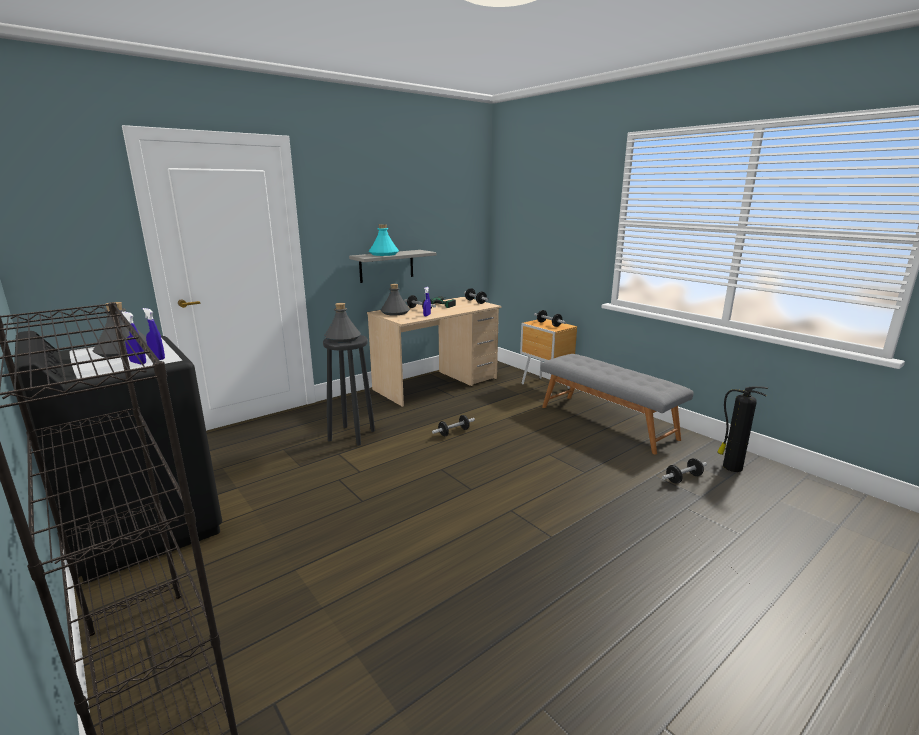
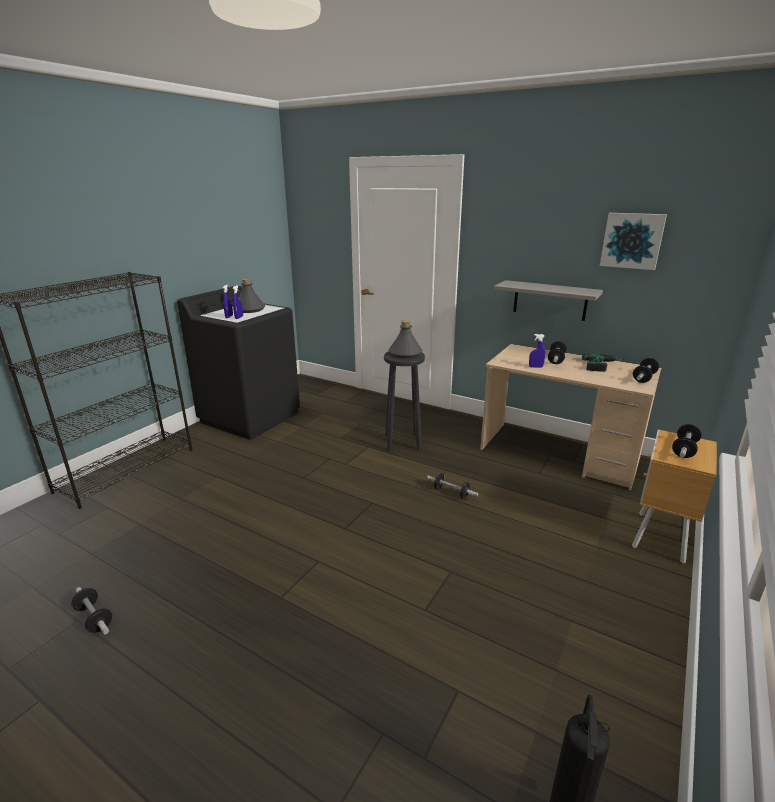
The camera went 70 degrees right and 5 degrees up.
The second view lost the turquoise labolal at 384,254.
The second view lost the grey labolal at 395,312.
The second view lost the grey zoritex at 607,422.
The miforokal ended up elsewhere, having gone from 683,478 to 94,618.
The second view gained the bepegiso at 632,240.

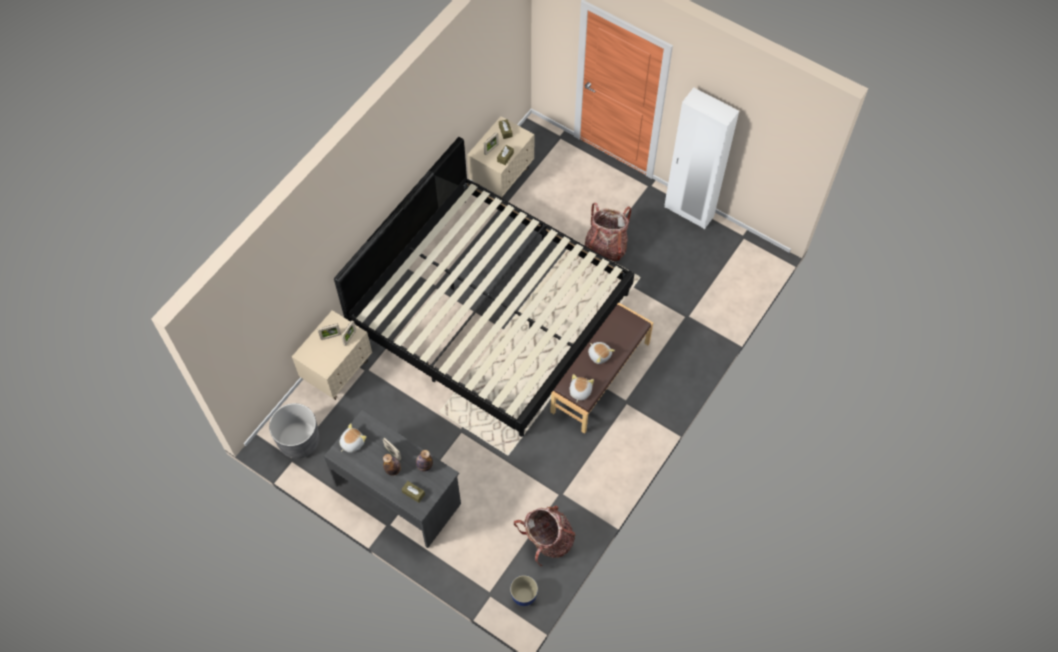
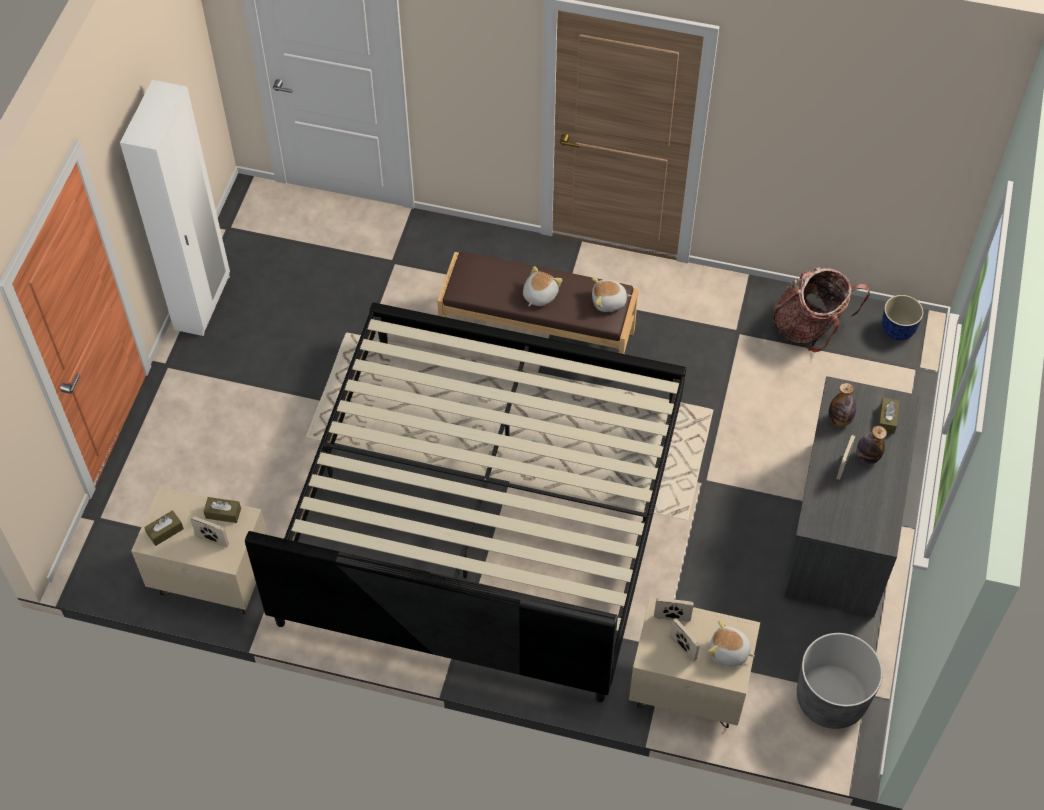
The camera went 110 degrees left and 5 degrees down.
The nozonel ended up elsewhere, having gone from 352,442 to 729,652.
The second view lost the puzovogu at 606,246.

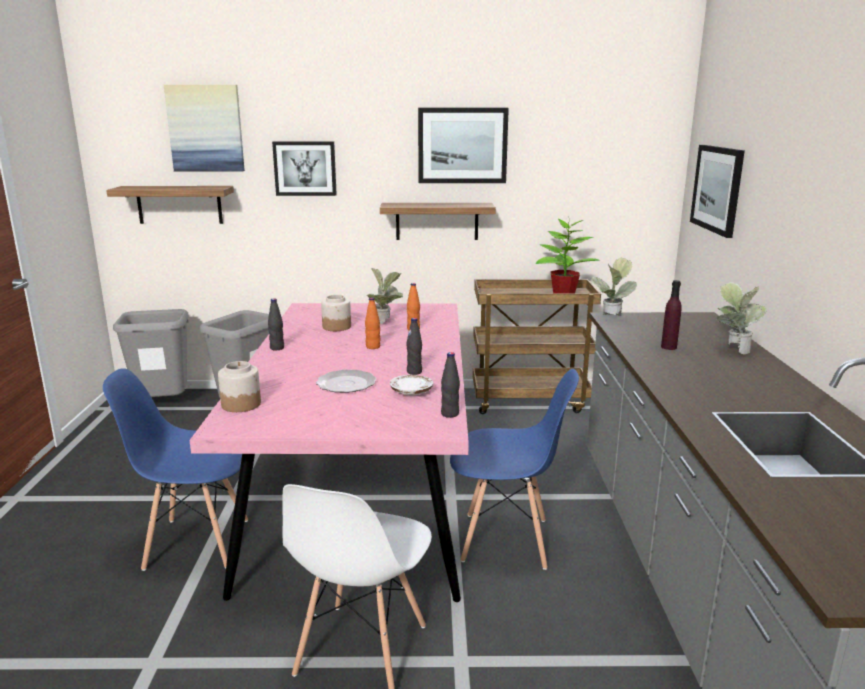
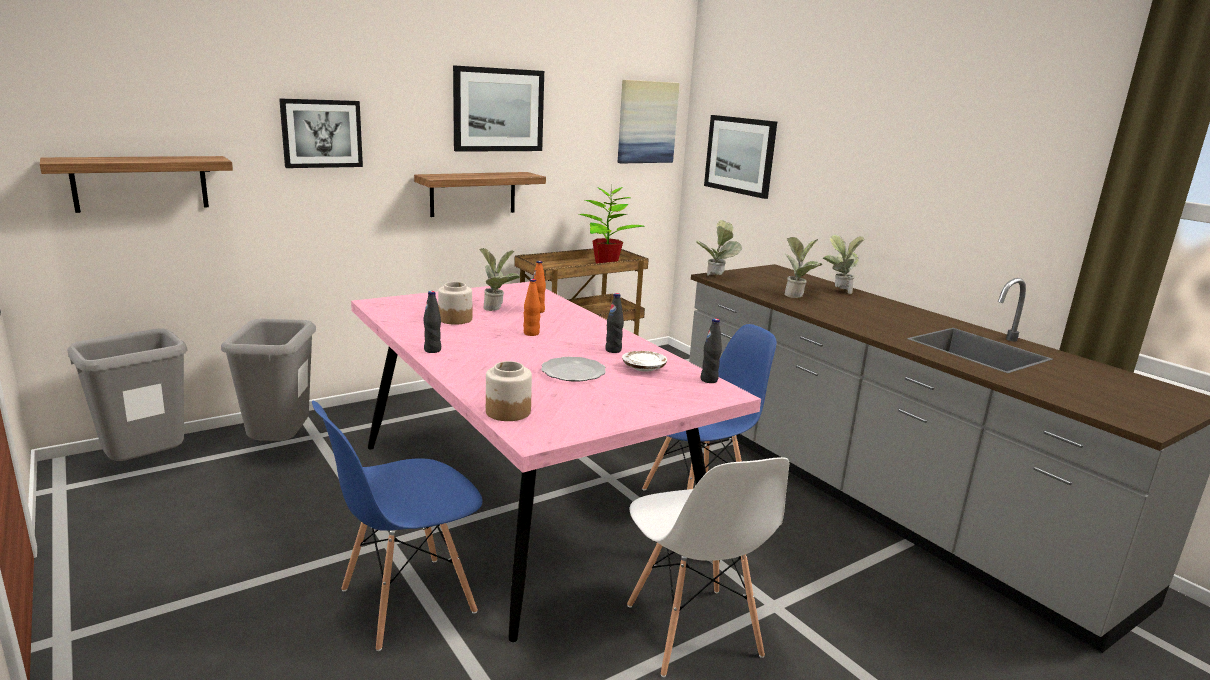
The camera went 35 degrees left and 0 degrees up.
The bepegiso ended up elsewhere, having gone from 205,128 to 646,122.
Where the purple labolal stood at 668,347, the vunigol came to stand at 797,295.

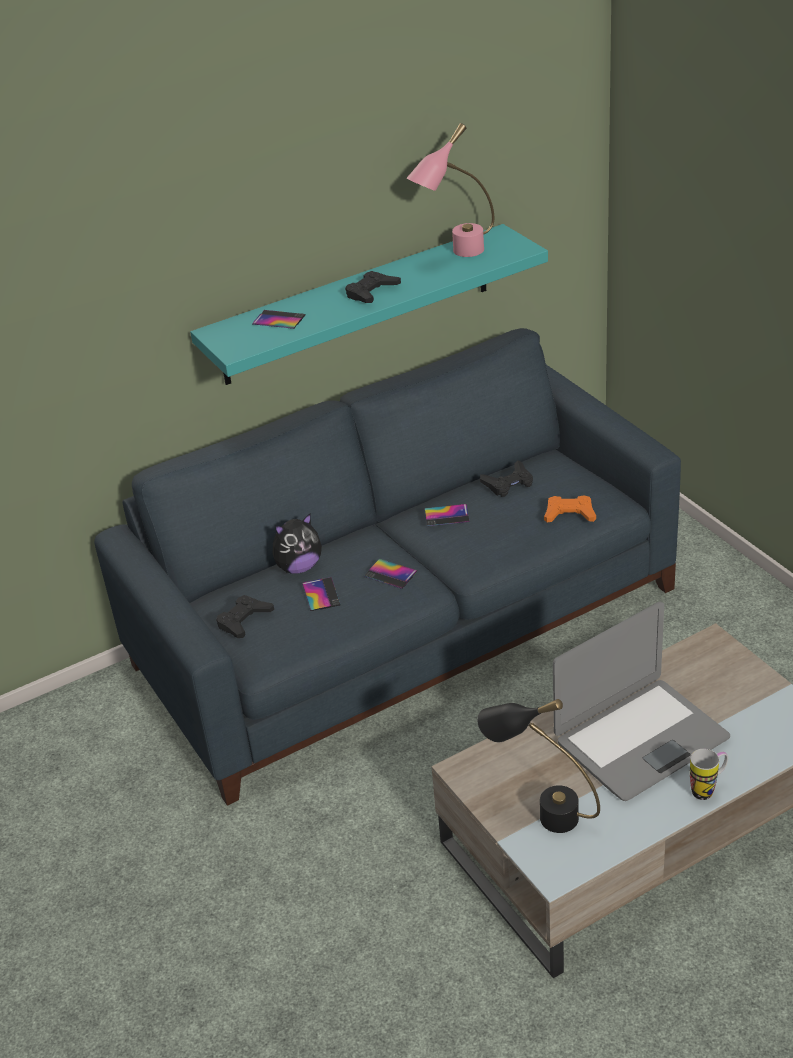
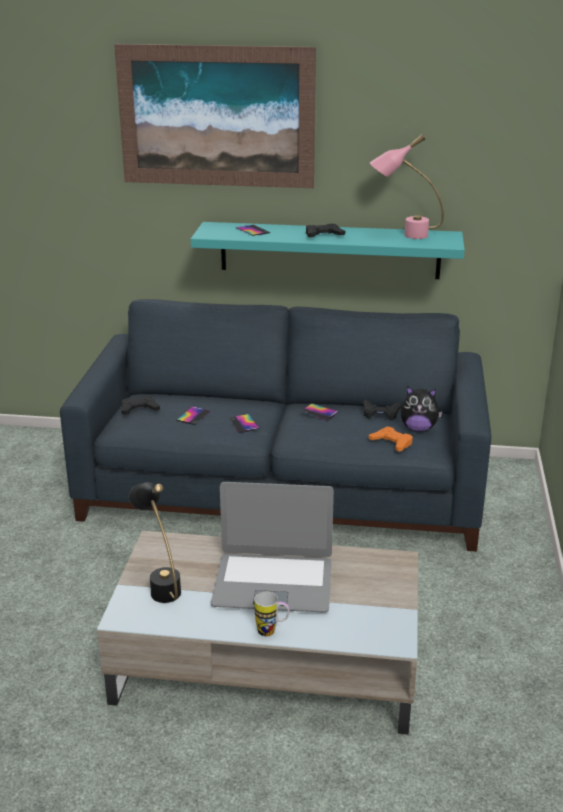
The camera went 35 degrees right and 10 degrees down.
The nozonel ended up elsewhere, having gone from 298,567 to 418,428.
The second view gained the bepegiso at 216,117.

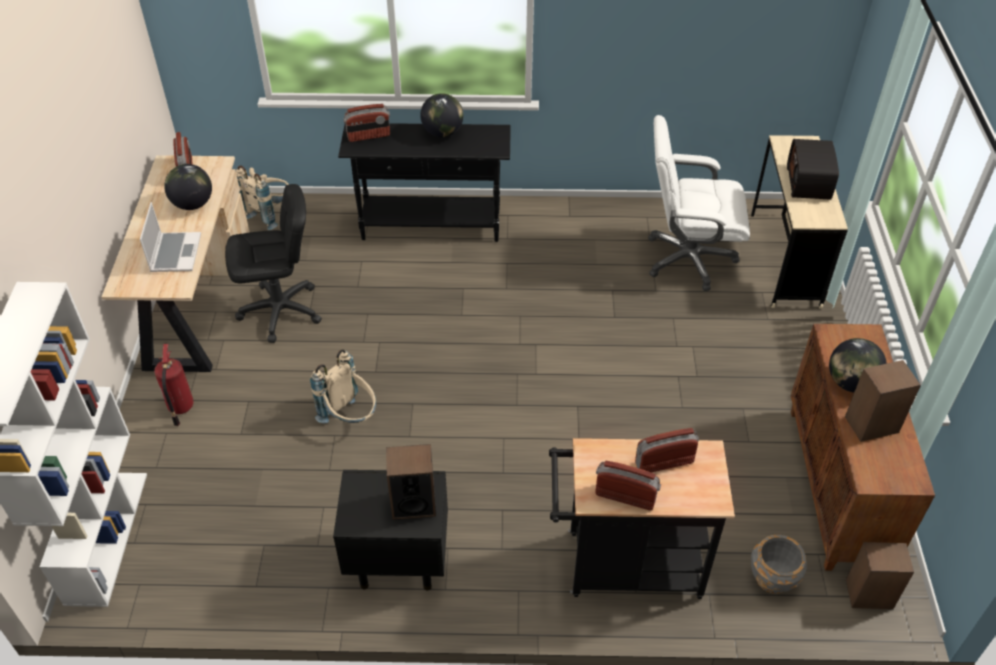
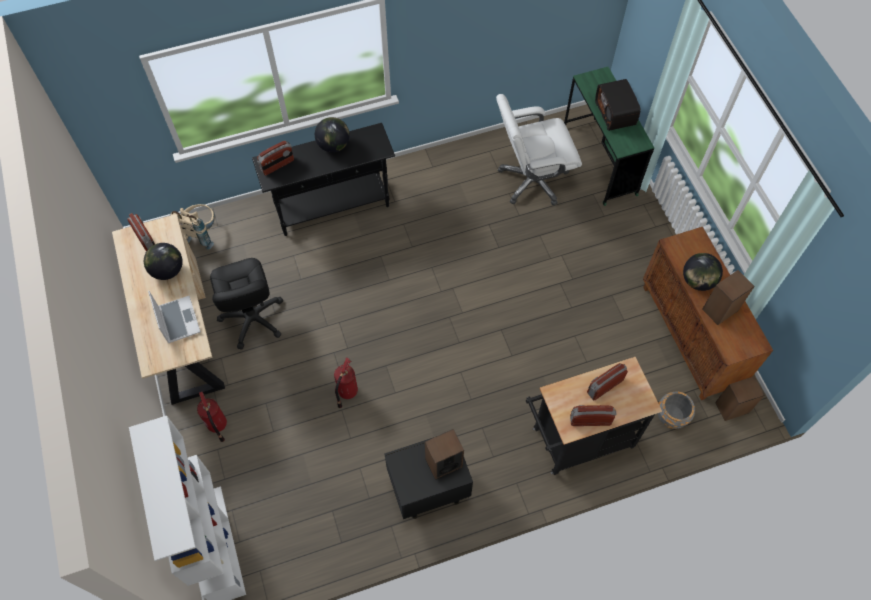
The camera went 20 degrees left and 15 degrees up.
The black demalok at 281,311 ended up facing another way, 105 degrees clockwise from before.
Where the beige puzovogu stood at 350,418, the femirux came to stand at 347,392.
What was the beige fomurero at 785,260 turned into the green fomurero at 599,160.

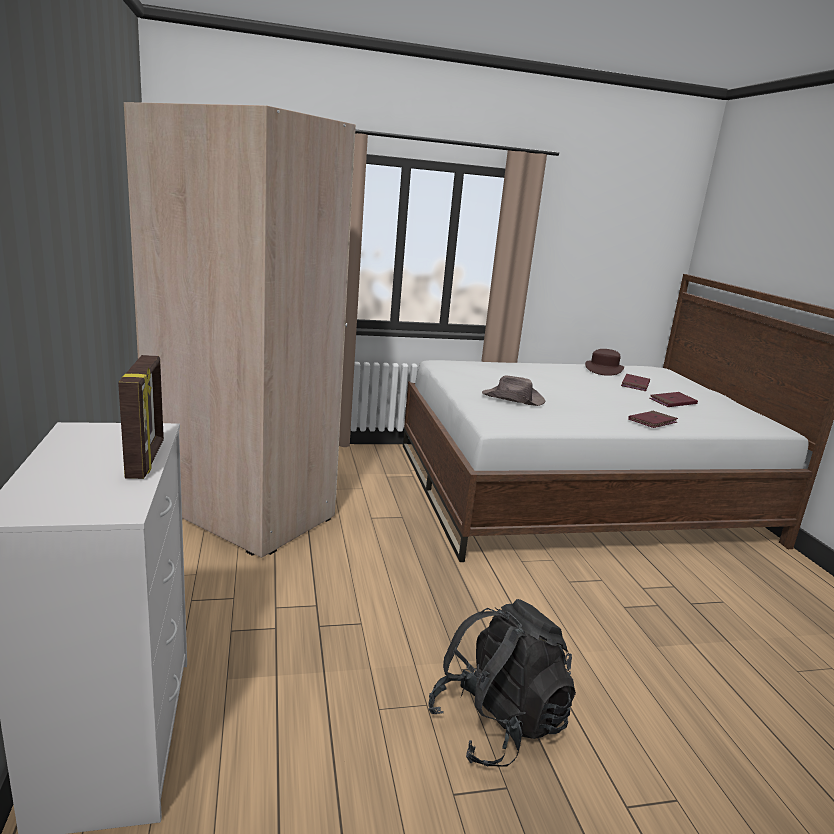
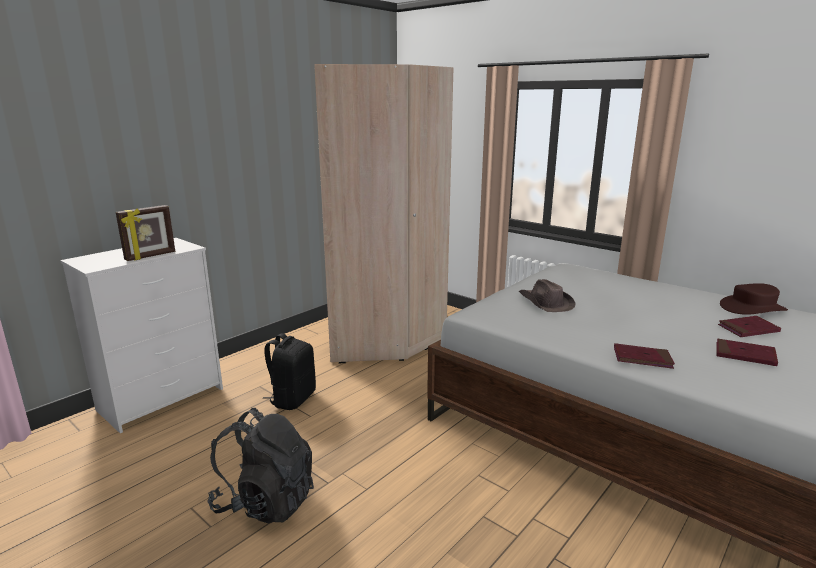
The camera went 55 degrees right and 0 degrees up.
The second view gained the black puzovogu at 292,399.

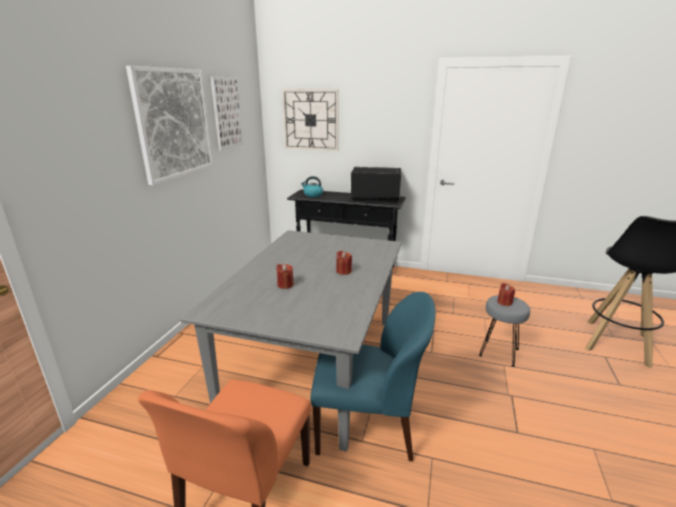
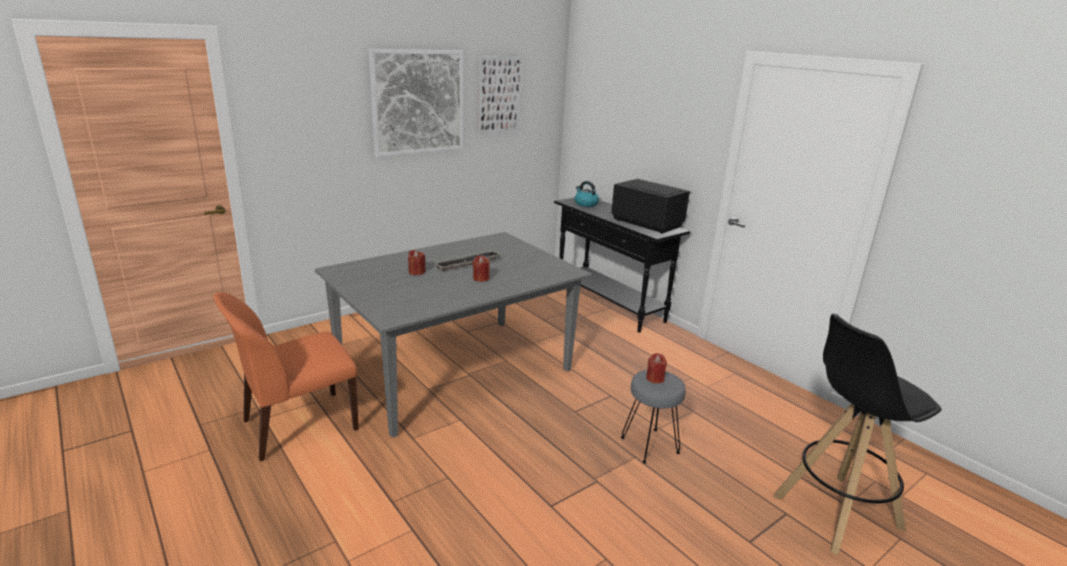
The camera went 35 degrees right and 0 degrees up.
The second view lost the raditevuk at 311,120.
The second view lost the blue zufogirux at 367,427.
The second view gained the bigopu at 468,264.

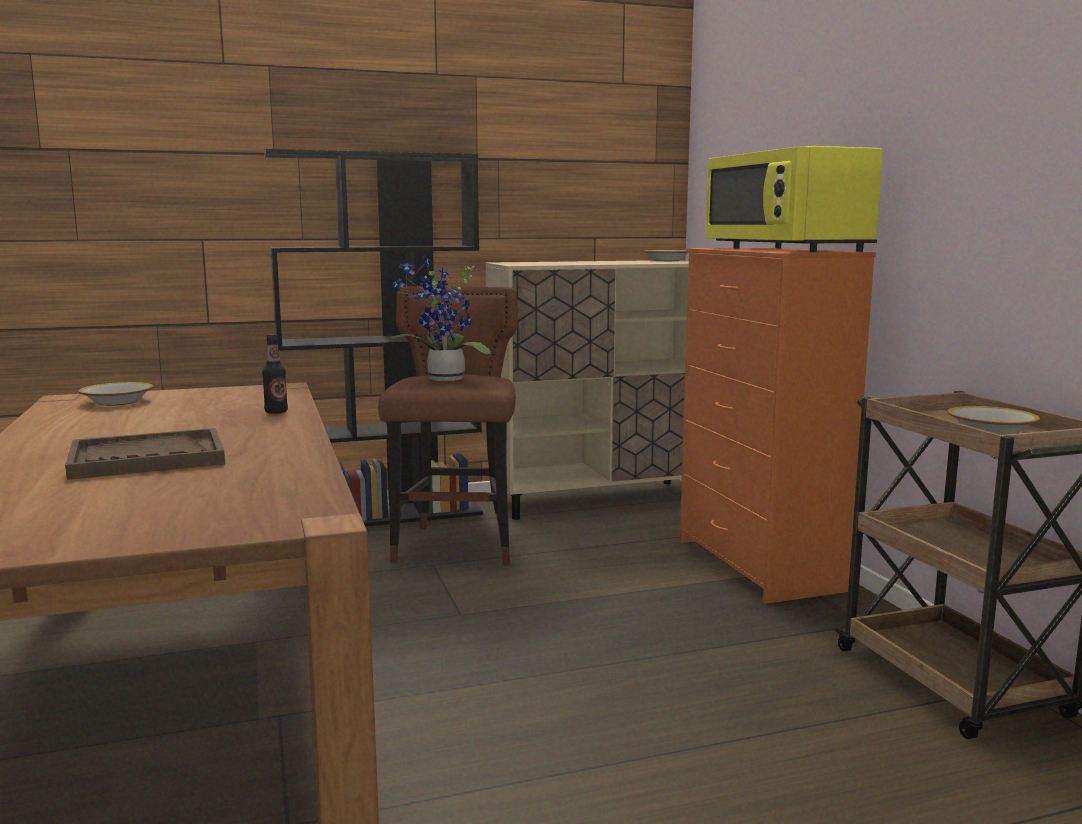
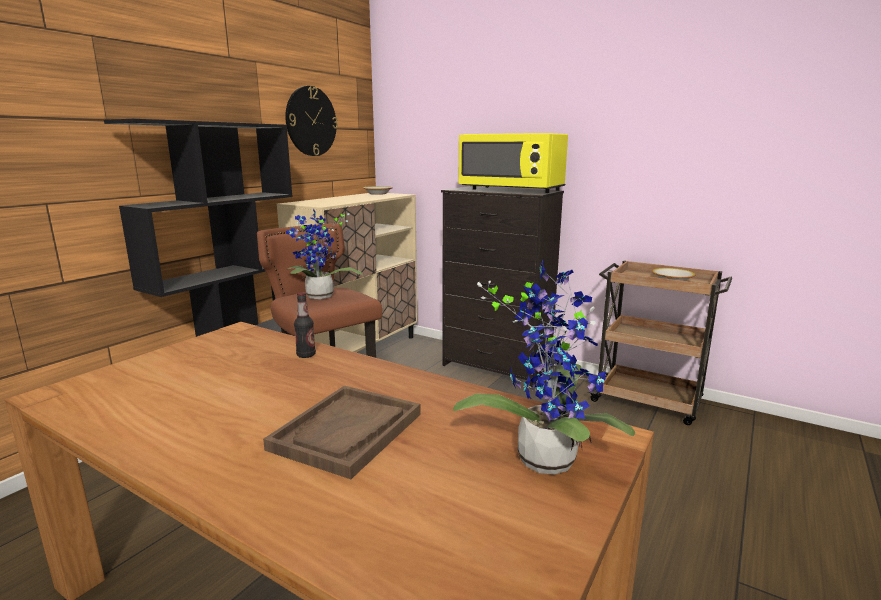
The camera went 40 degrees left and 5 degrees up.
The second view lost the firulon at 117,402.
What was the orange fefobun at 757,565 turned into the black fefobun at 496,368.
The second view gained the raditevuk at 311,121.
The second view gained the vunigol at 545,455.

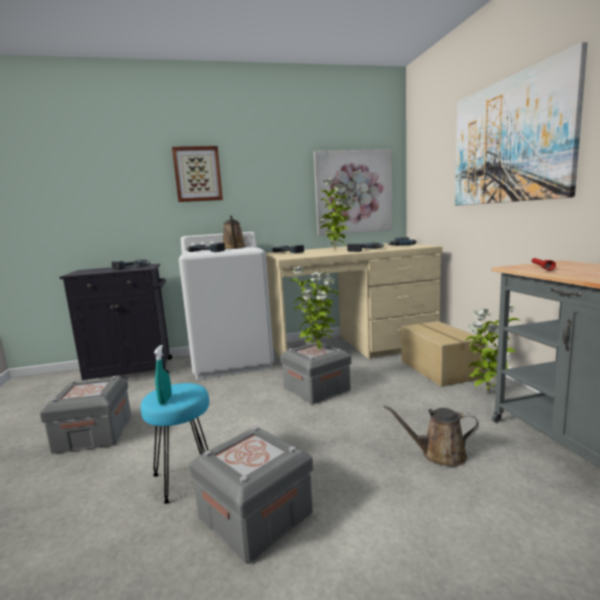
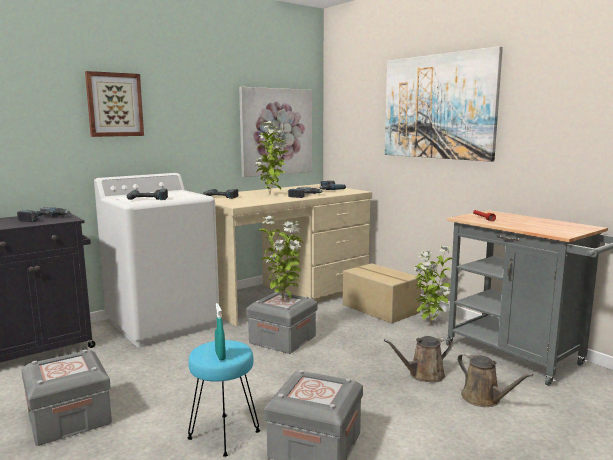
The camera went 25 degrees left and 0 degrees up.
The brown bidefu ended up elsewhere, having gone from 234,248 to 484,399.

